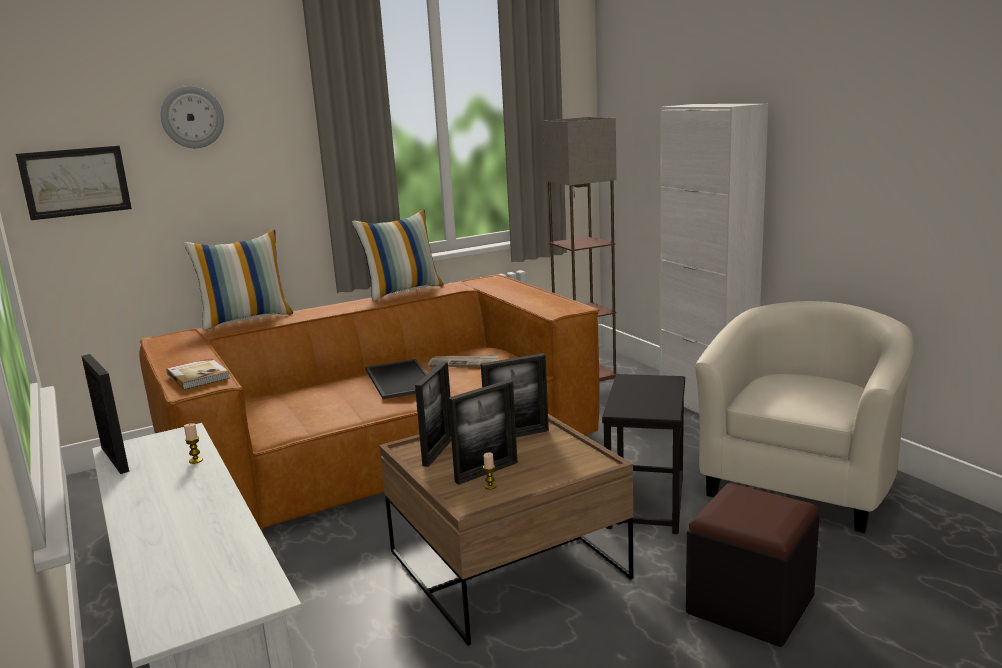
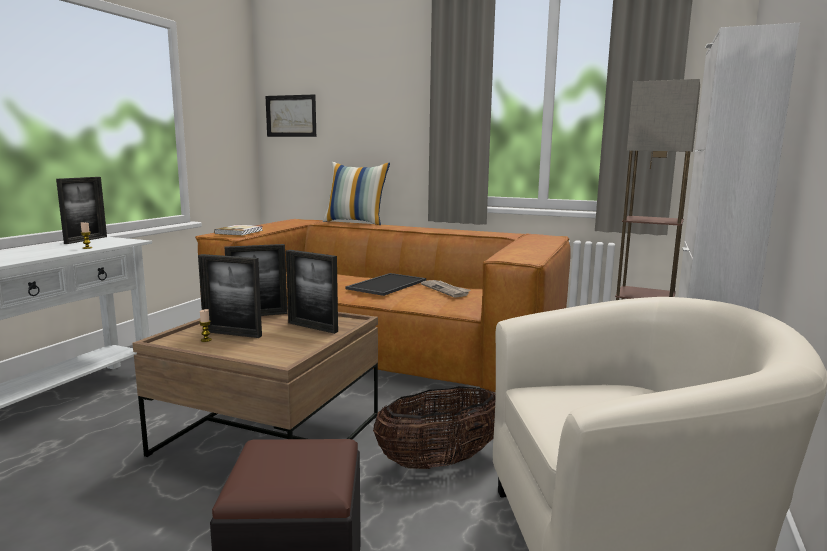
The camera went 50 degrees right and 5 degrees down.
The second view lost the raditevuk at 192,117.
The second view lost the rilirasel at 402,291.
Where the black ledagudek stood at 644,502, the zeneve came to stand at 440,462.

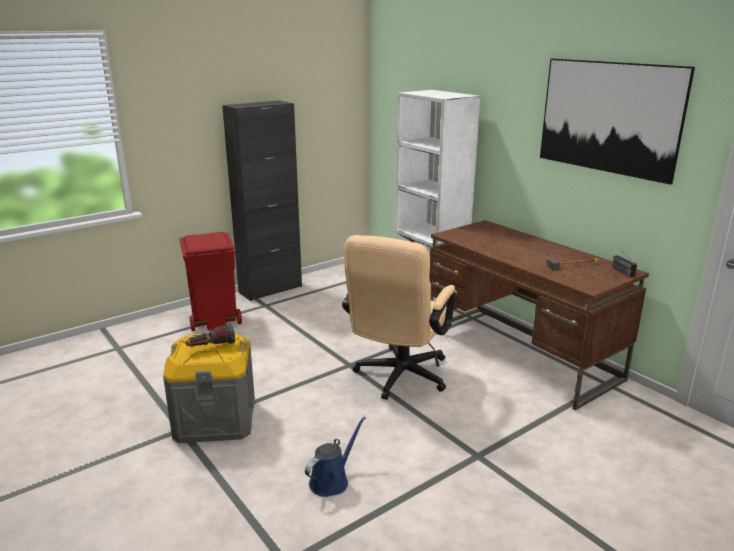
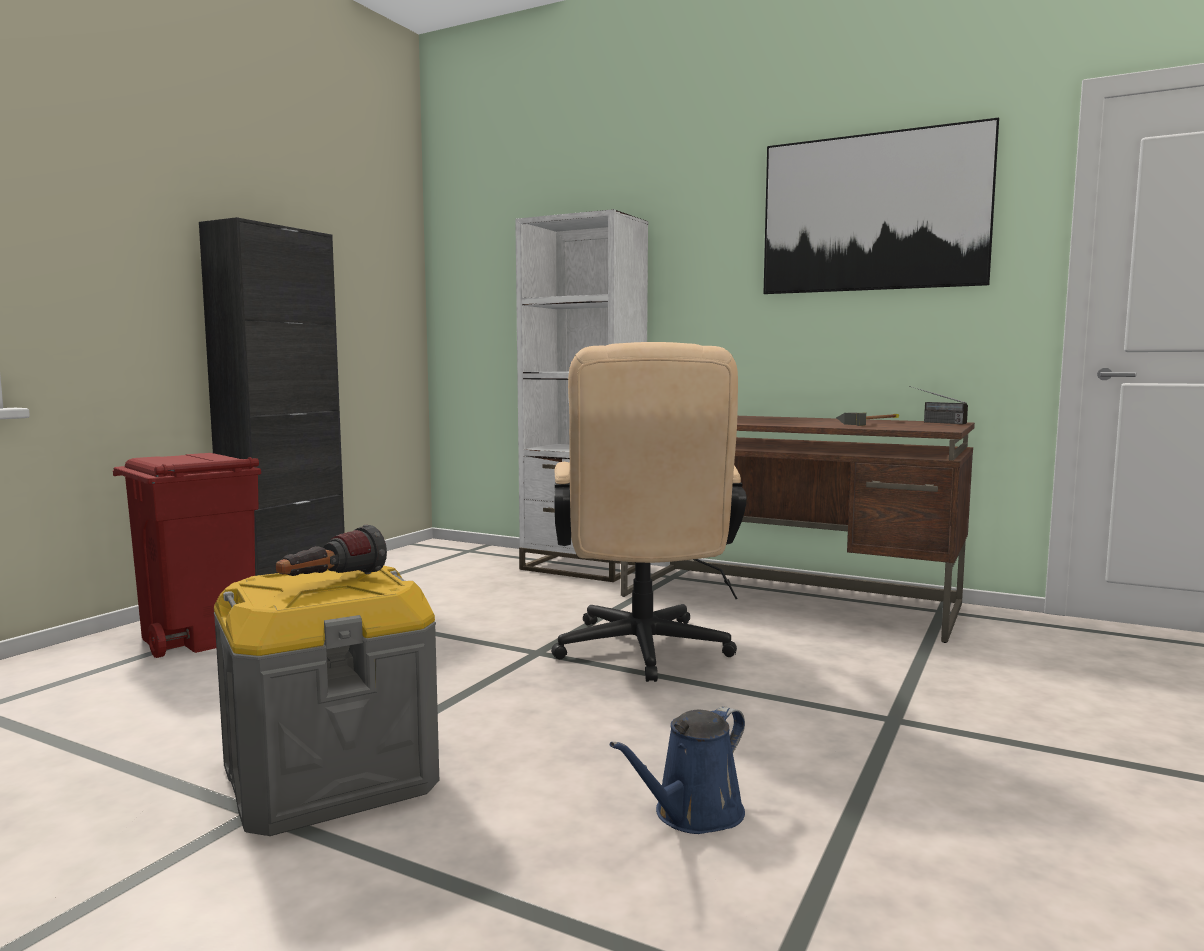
The camera went 25 degrees left and 15 degrees down.
The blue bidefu at 331,481 ended up facing another way, 150 degrees counterclockwise from before.

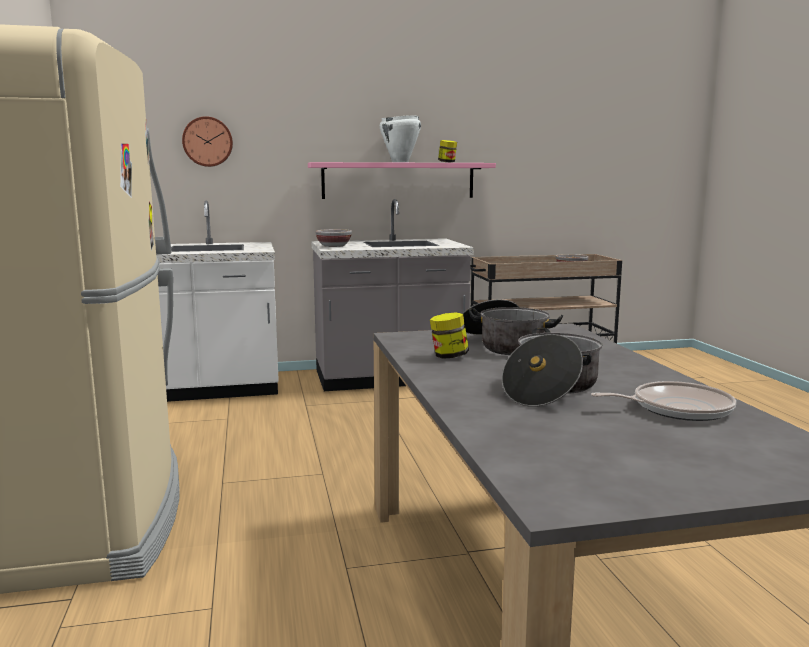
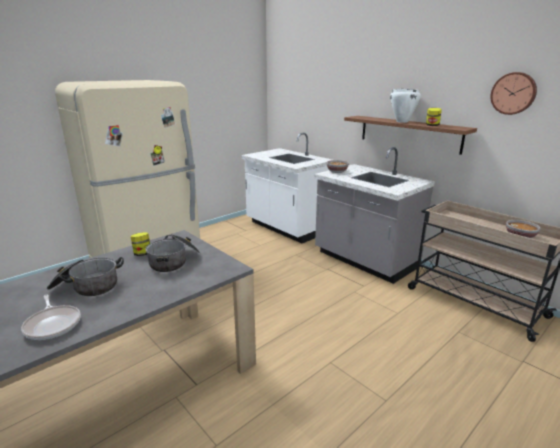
The camera went 60 degrees right and 10 degrees up.
The raditevuk ended up elsewhere, having gone from 207,141 to 513,93.
What was the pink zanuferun at 398,180 turned into the brown zanuferun at 409,133.

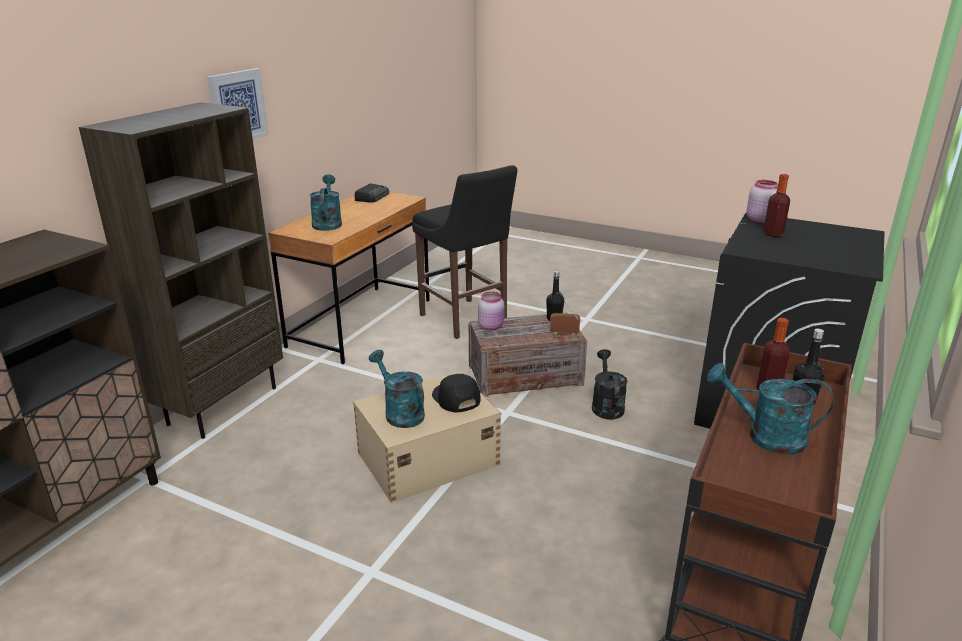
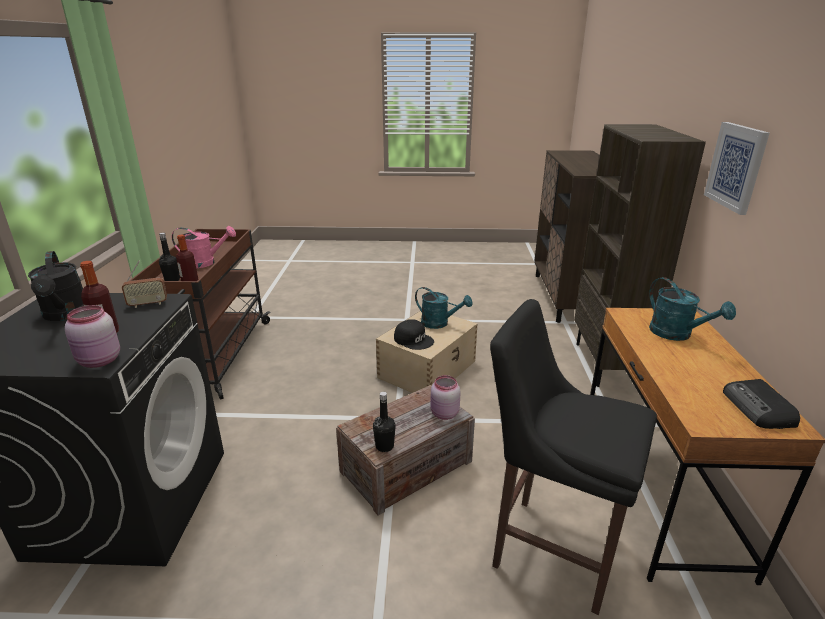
The camera went 155 degrees right and 0 degrees up.
The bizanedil ended up elsewhere, having gone from 564,333 to 148,304.
The black bidefu ended up elsewhere, having gone from 606,405 to 66,315.
What was the turquoise bidefu at 765,436 turned into the pink bidefu at 206,263.

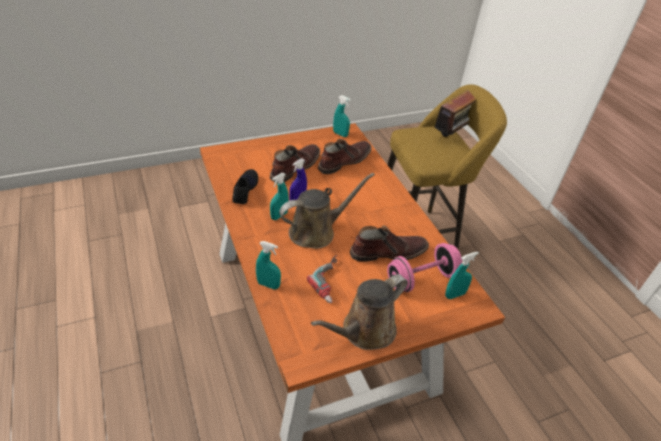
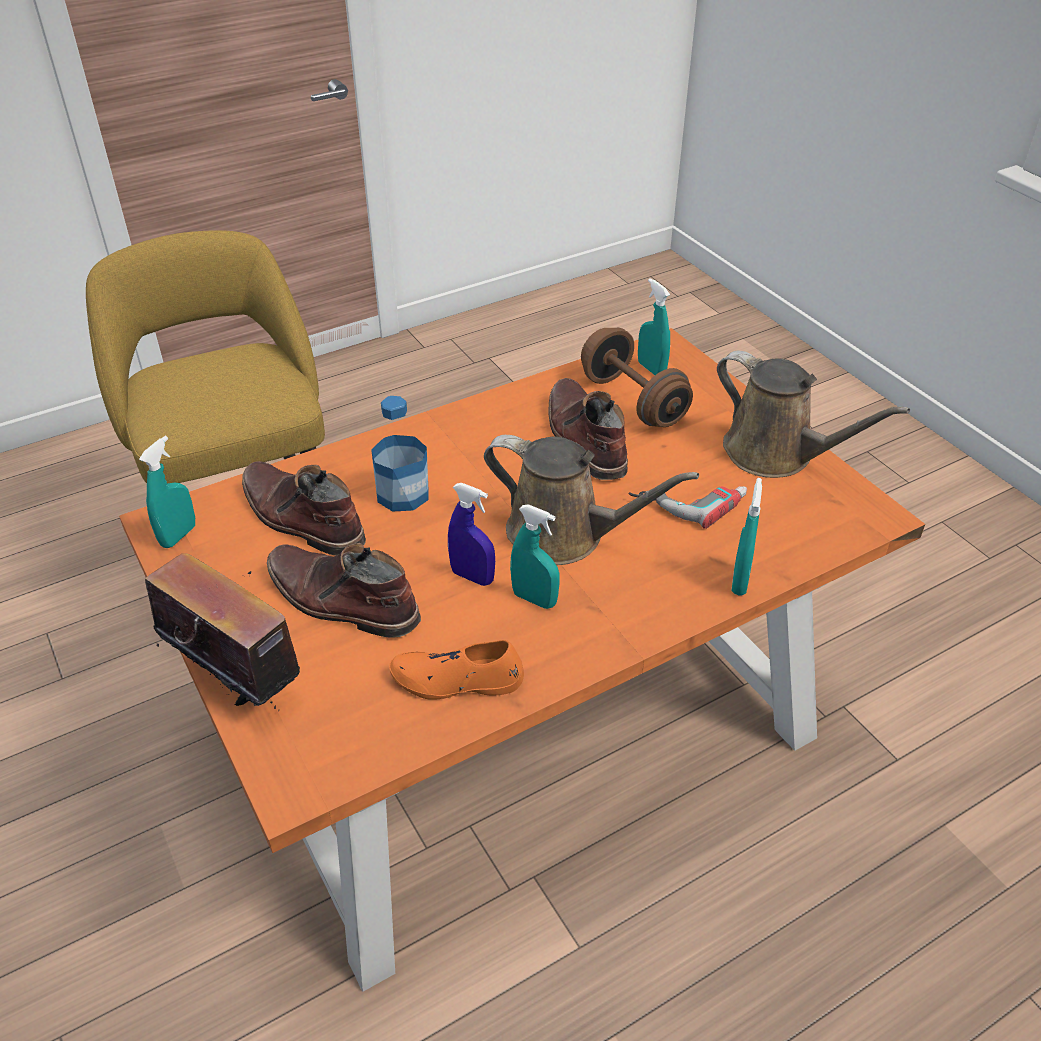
The camera went 95 degrees left and 0 degrees up.
What was the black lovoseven at 244,190 turned into the orange lovoseven at 457,680.
The brown bidefu at 316,231 ended up facing another way, 150 degrees clockwise from before.
What was the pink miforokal at 421,279 turned into the brown miforokal at 633,401.
The bizanedil ended up elsewhere, having gone from 452,135 to 237,680.
The second view gained the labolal at 403,494.

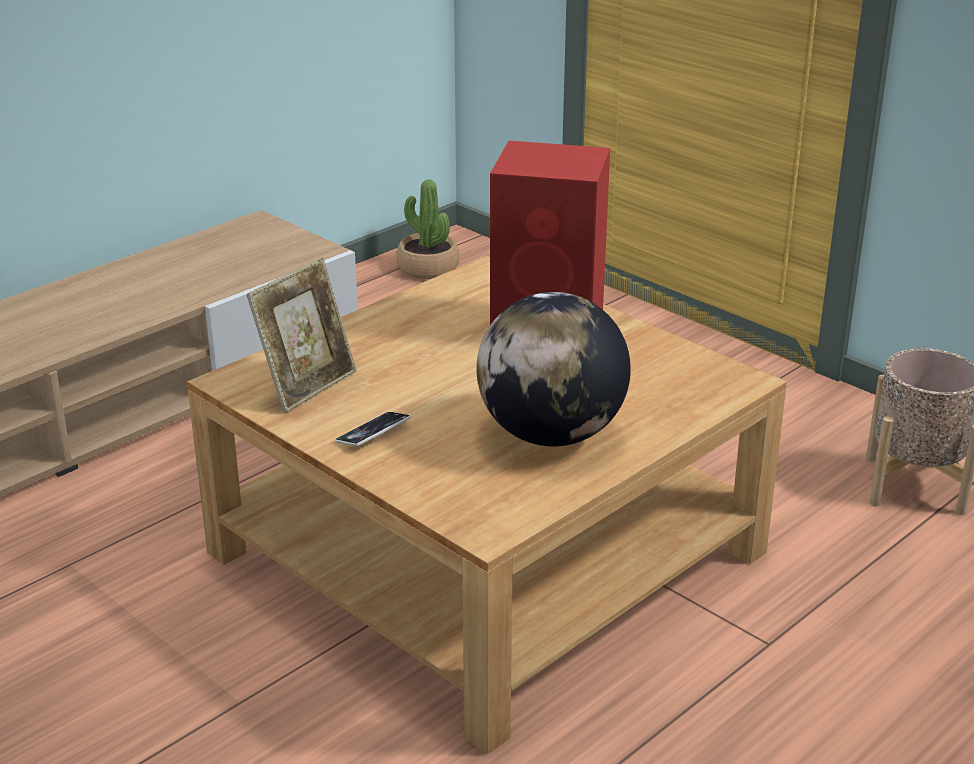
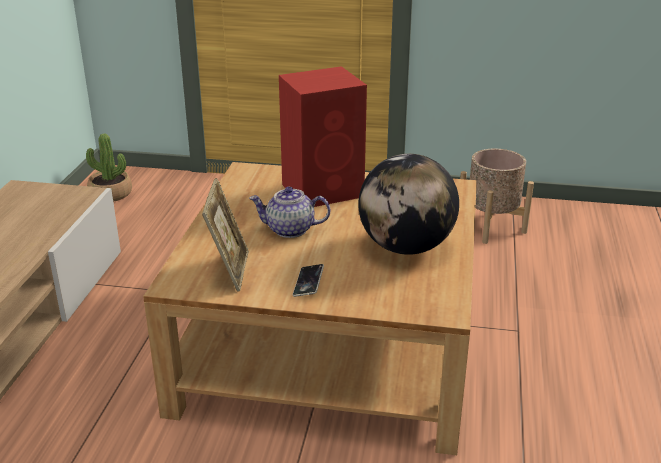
The camera went 35 degrees left and 0 degrees up.
The second view gained the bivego at 289,230.

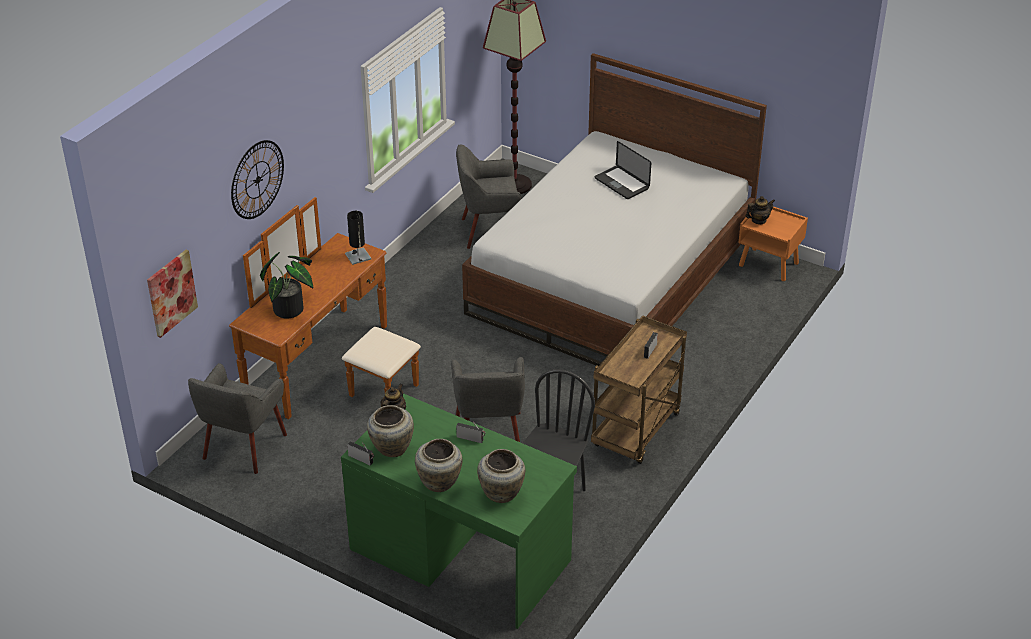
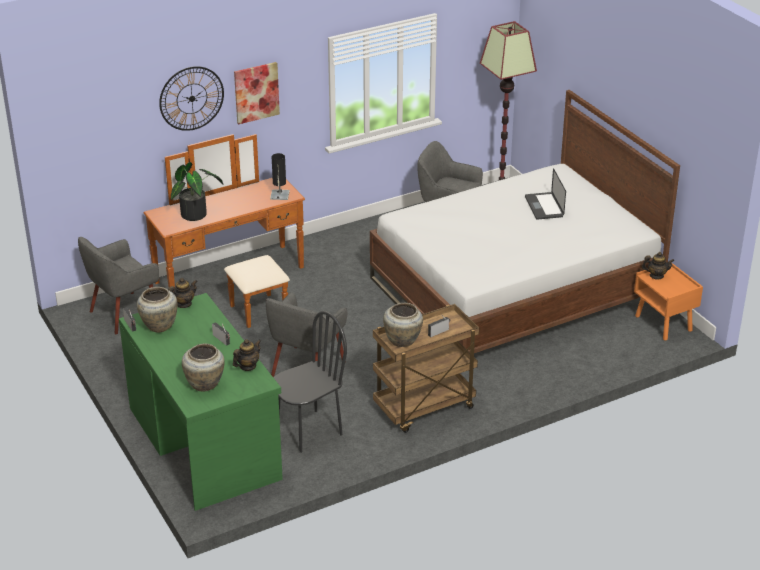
The camera went 30 degrees right and 5 degrees down.
The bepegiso ended up elsewhere, having gone from 171,293 to 256,92.
The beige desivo ended up elsewhere, having gone from 440,482 to 403,341.
The second view gained the bivego at 247,366.

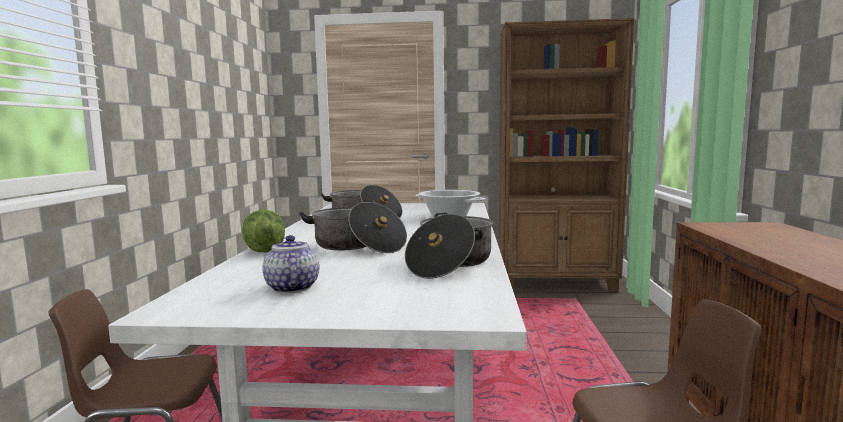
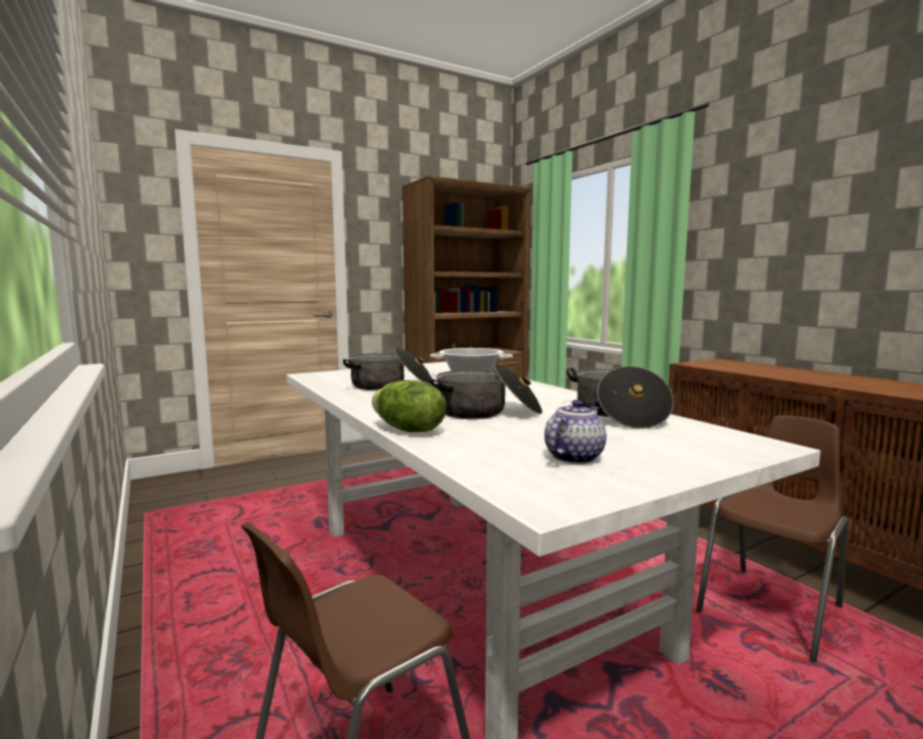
The camera went 35 degrees left and 0 degrees up.
The bivego at 291,287 ended up facing another way, 90 degrees clockwise from before.

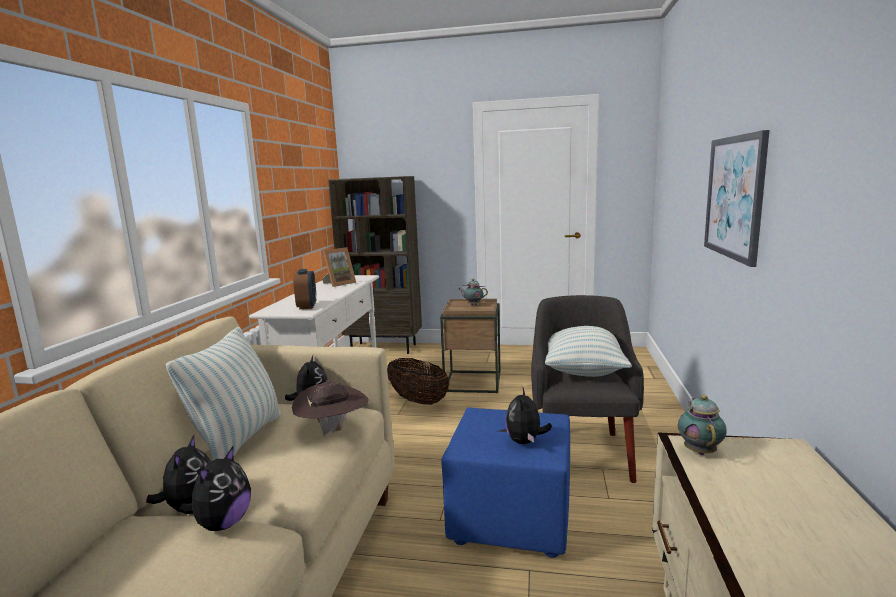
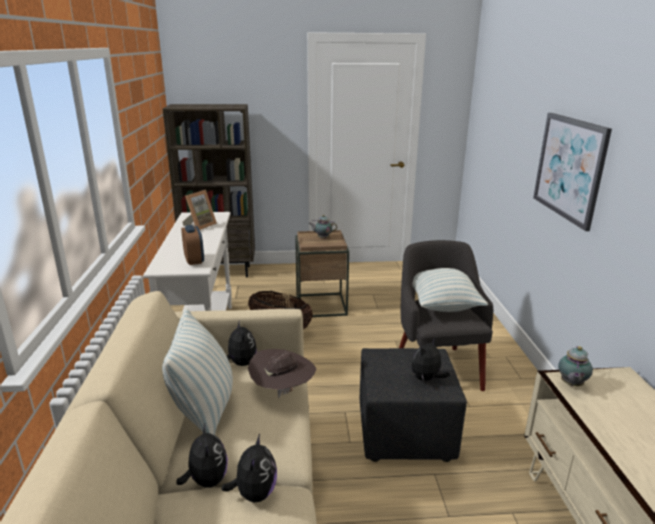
The camera went 15 degrees left and 10 degrees up.
What was the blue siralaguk at 512,520 turned into the black siralaguk at 406,434.
The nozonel at 525,442 ended up facing another way, 45 degrees clockwise from before.
The bivego at 699,451 ended up facing another way, 150 degrees counterclockwise from before.

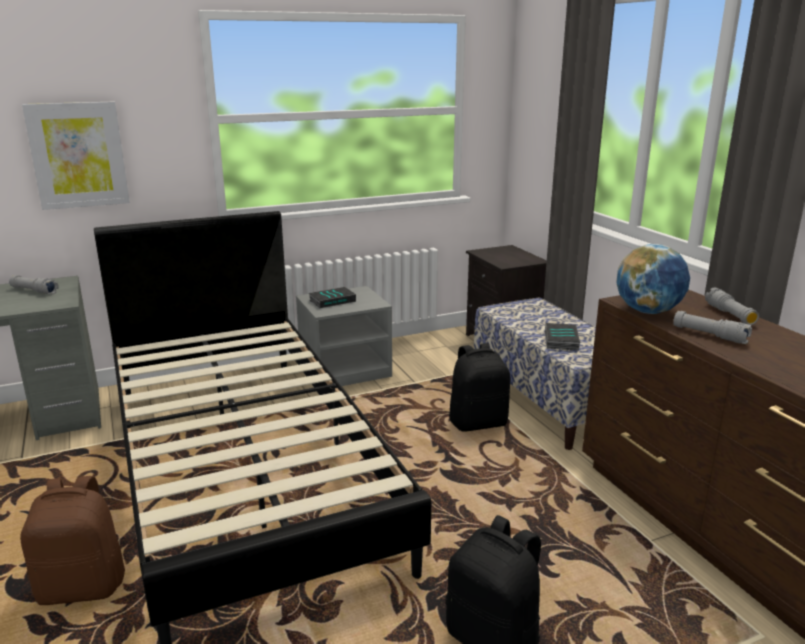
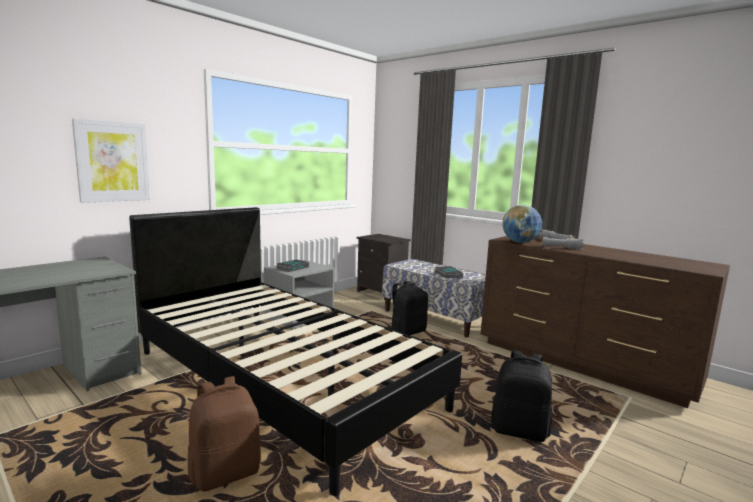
The camera went 25 degrees left and 10 degrees down.
The second view lost the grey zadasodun at 34,291.

